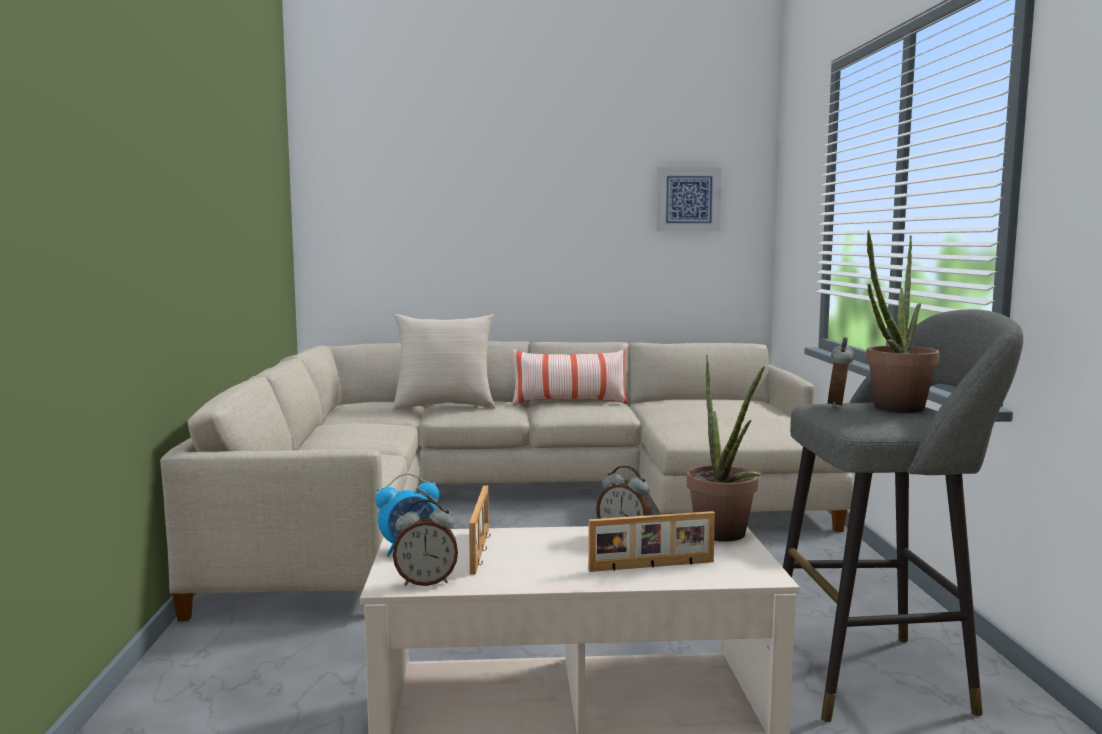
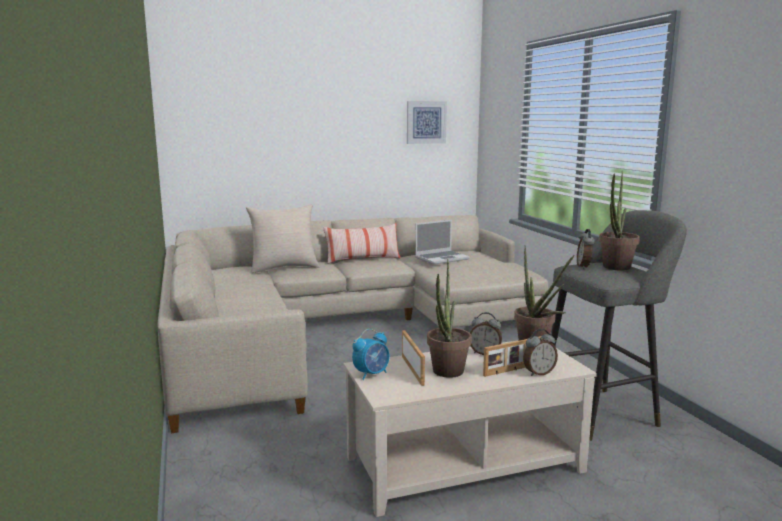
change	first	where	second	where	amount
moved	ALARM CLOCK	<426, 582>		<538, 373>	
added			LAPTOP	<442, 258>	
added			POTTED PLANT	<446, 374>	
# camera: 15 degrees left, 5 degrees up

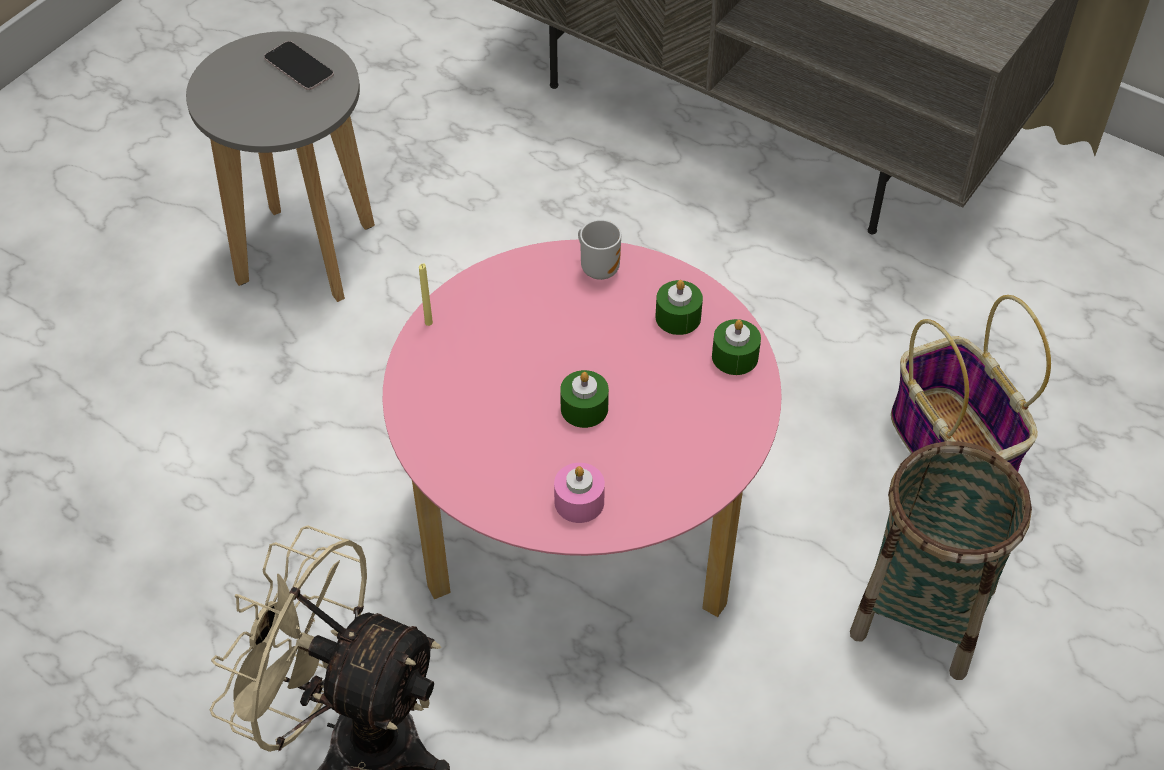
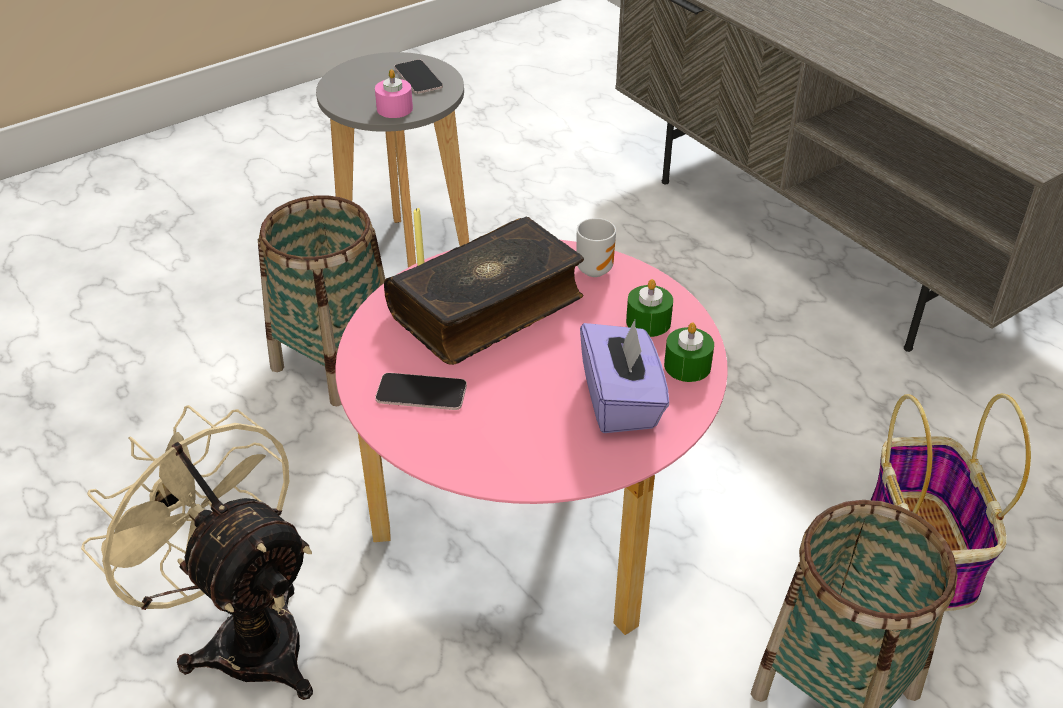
change	first	where	second	where	amount
removed	GREEN CANDLE	<584, 408>			
moved	PINK CANDLE	<579, 502>		<394, 108>	
added			BASKET	<335, 362>	
added			BOOK	<488, 306>	
added			PURPLE TISSUE BOX	<621, 401>	
added			PHONE	<421, 393>	
# camera: 20 degrees right, 10 degrees down

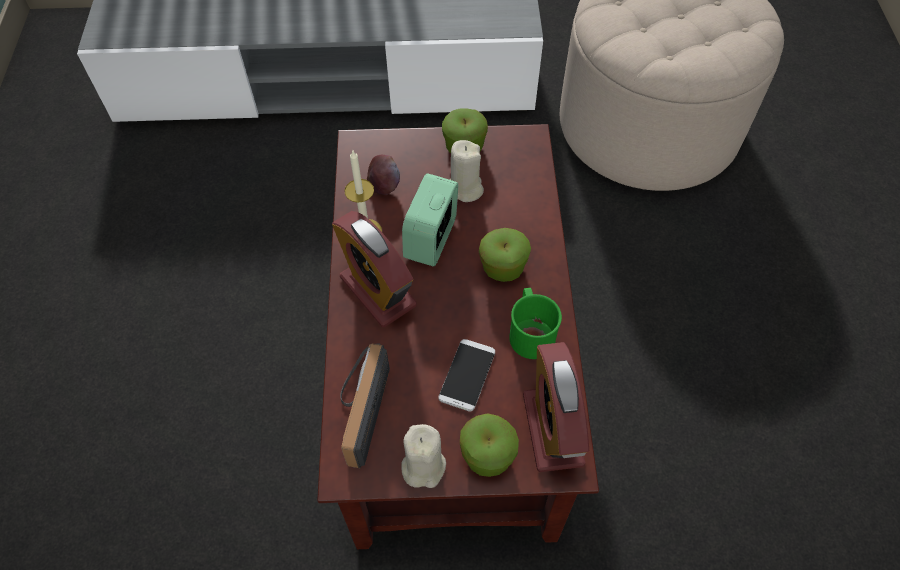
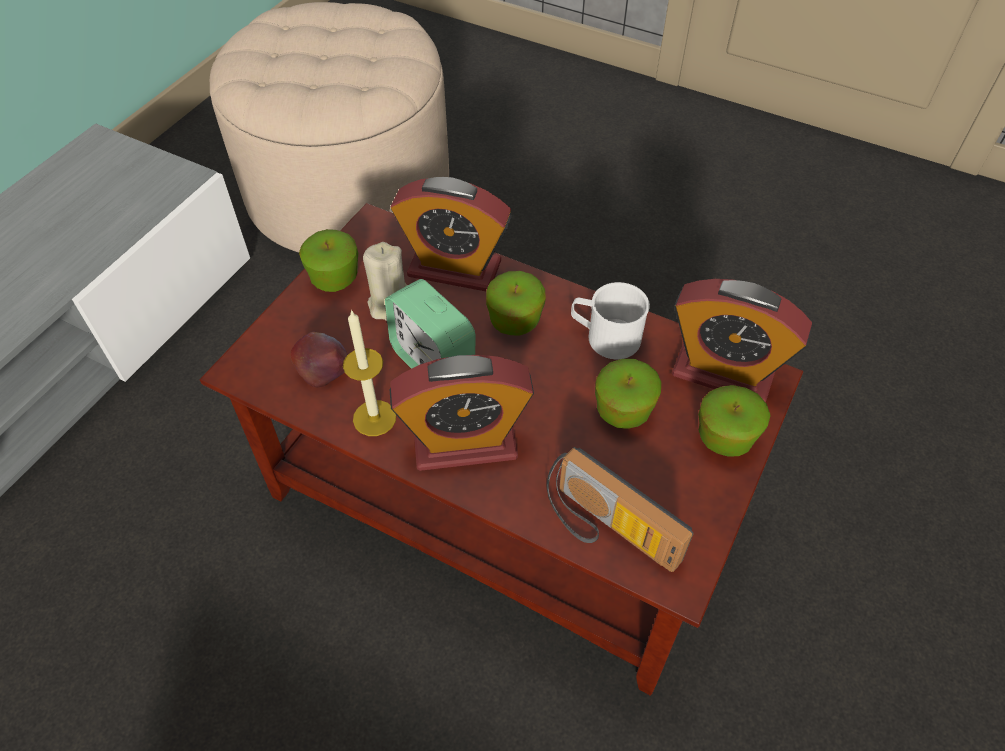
change	first	where	second	where	amount
recoloured	GREEN MUG	<530, 331>	WHITE MUG	<605, 336>	
replaced	PHONE	<467, 375>	APPLE	<623, 411>	
removed	BEIGE CANDLE	<423, 466>			
added			ALARM CLOCK	<454, 269>	
# camera: 60 degrees left, 5 degrees down

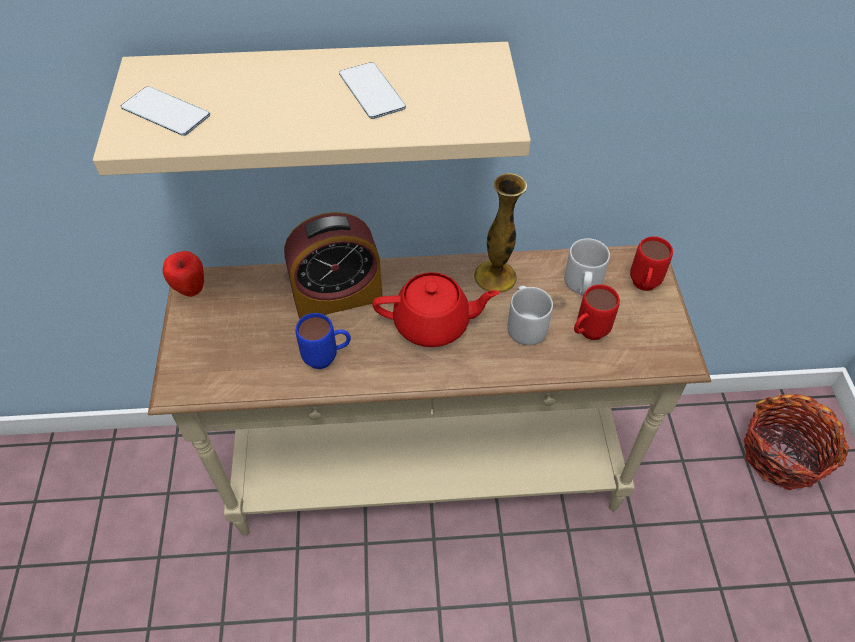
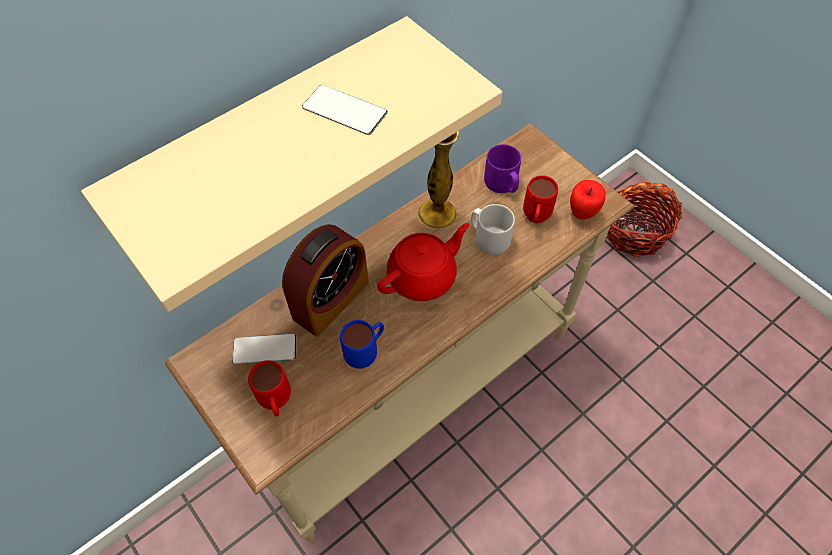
change	first	where	second	where	amount
moved	PHONE	<165, 112>		<265, 349>	
moved	RED MUG	<643, 287>		<276, 404>	
recoloured	GREY MUG	<582, 284>	PURPLE MUG	<502, 184>	
moved	APPLE	<191, 290>		<582, 214>	
# camera: 35 degrees left, 5 degrees up

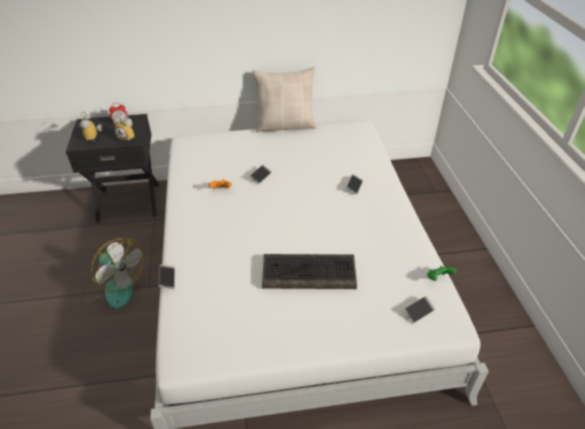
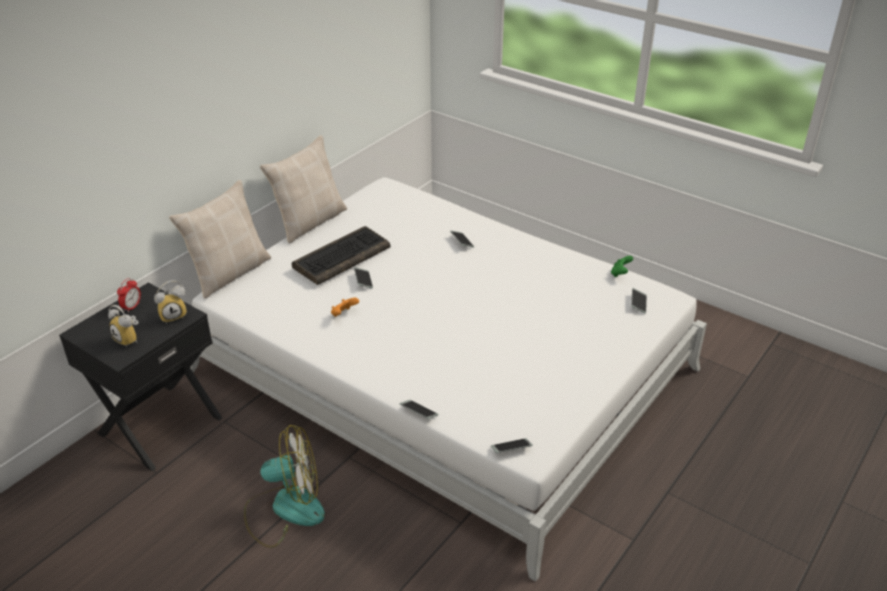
change	first	where	second	where	amount
moved	KEYBOARD	<309, 272>		<342, 256>	
added			BEIGE PILLOW	<229, 273>	
added			PHONE	<511, 449>	
# camera: 45 degrees left, 5 degrees down

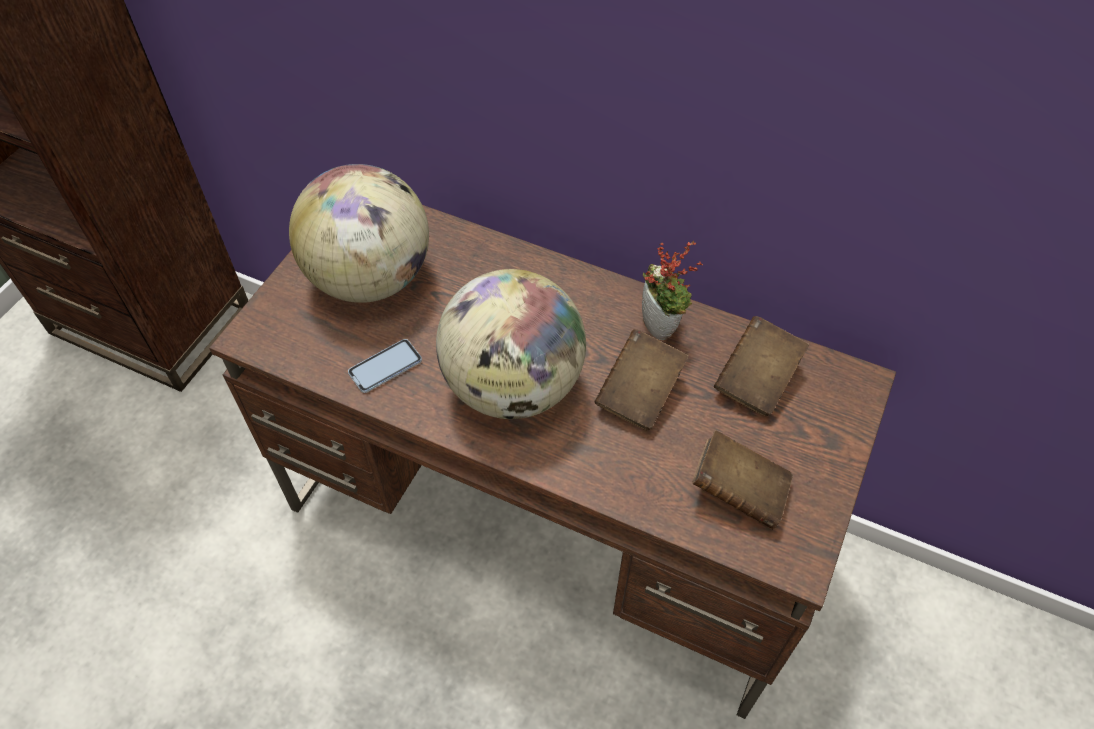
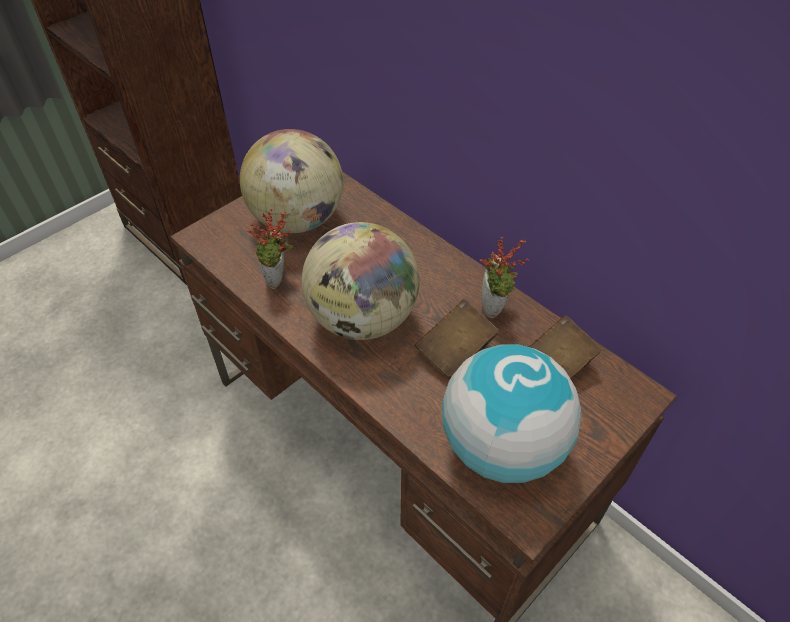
change	first	where	second	where	amount
replaced	PHONE	<385, 367>	POTTED PLANT	<278, 280>	
replaced	BROWN BOOK	<738, 491>	GLOBE	<501, 446>	
# camera: 20 degrees right, 5 degrees down

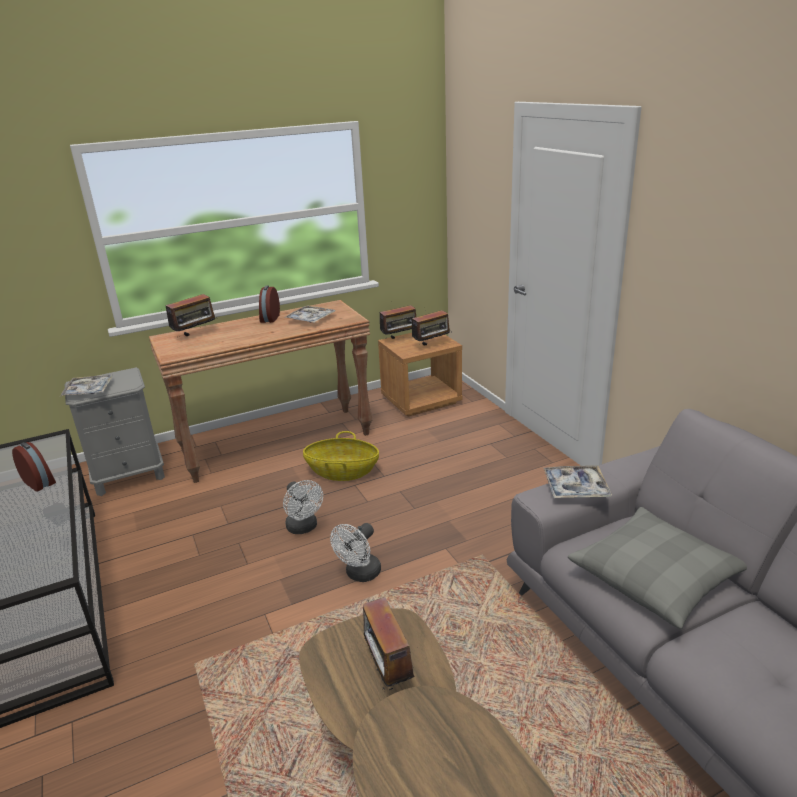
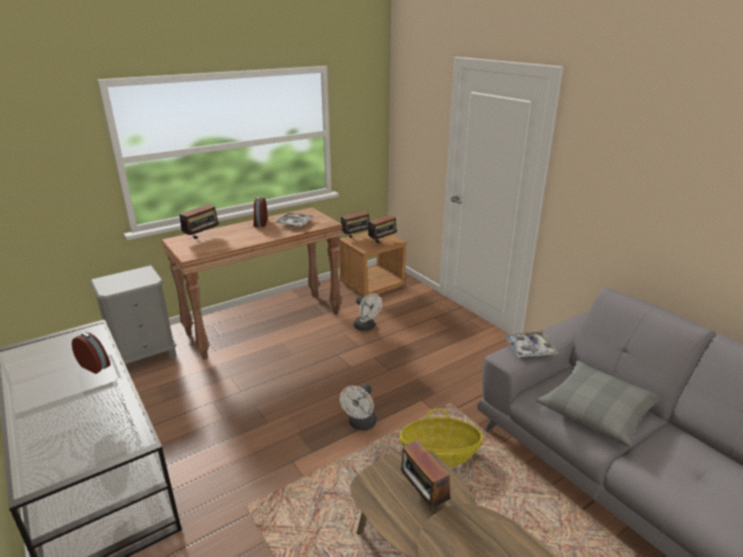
change	first	where	second	where	amount
removed	TRAY	<89, 390>			
moved	BASKET	<342, 472>		<439, 454>	
moved	WHITE FAN	<304, 528>		<366, 327>	
# camera: 10 degrees left, 0 degrees up

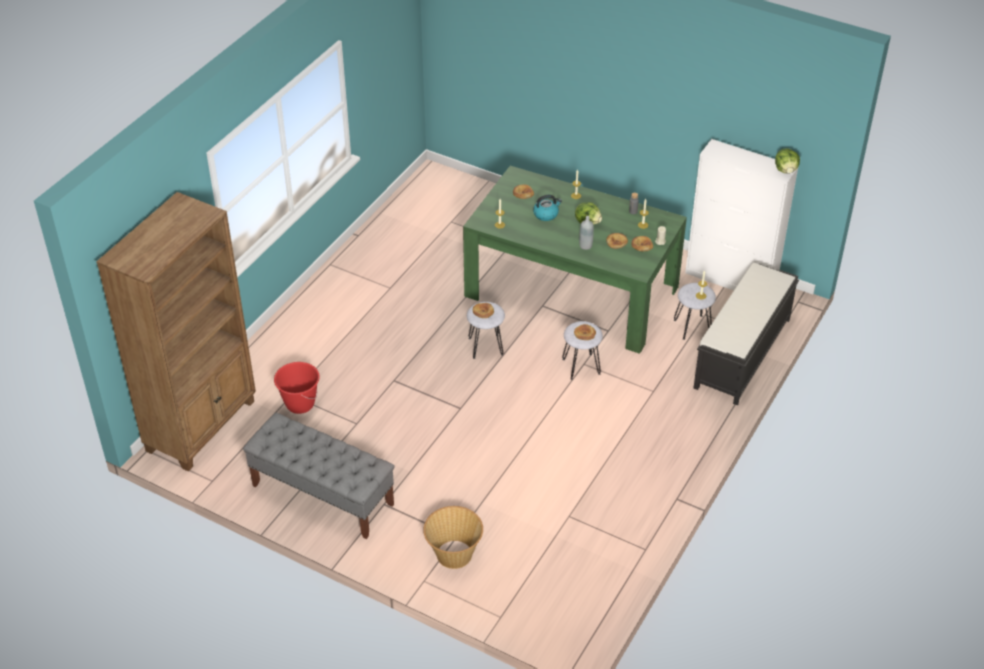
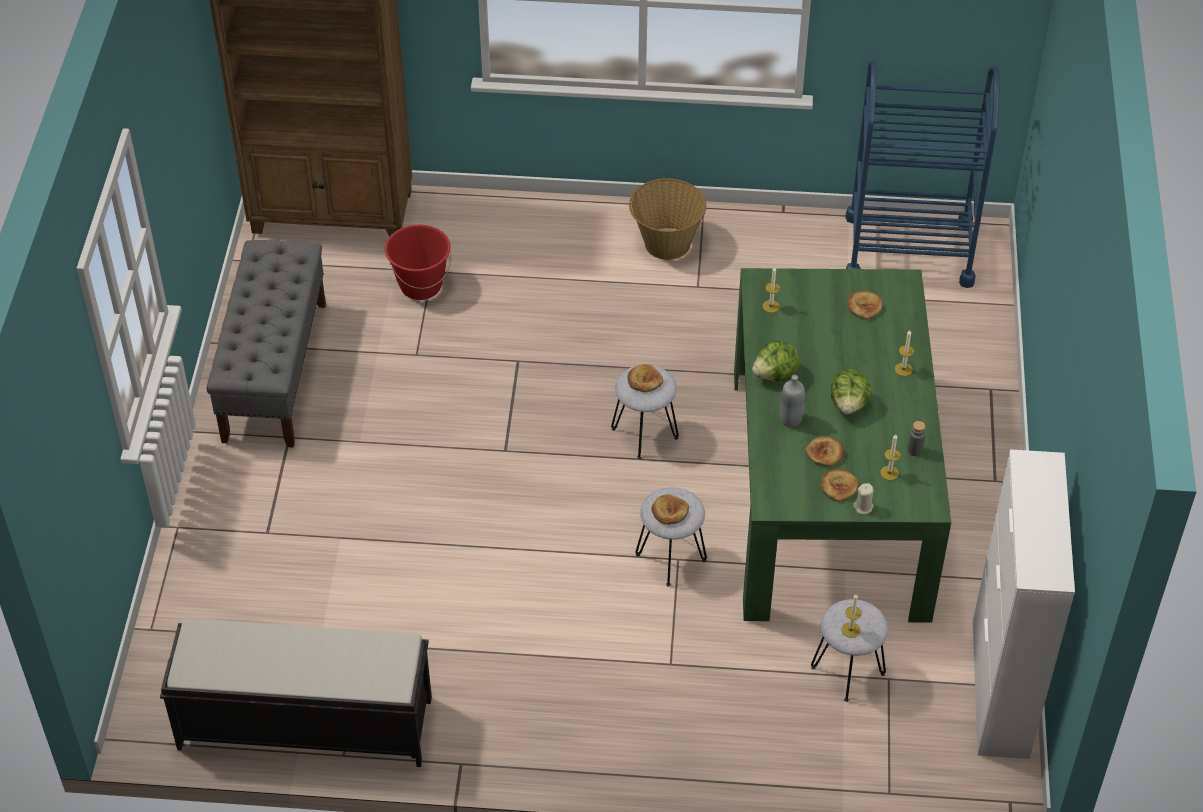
change	first	where	second	where	amount
moved	LETTUCE	<786, 170>		<776, 375>	
removed	KETTLE	<546, 214>			
moved	BLACK BENCH	<742, 354>		<303, 723>	
moved	BASKET	<454, 555>		<666, 243>	
added			BLUE CART	<908, 250>	
# camera: 65 degrees right, 5 degrees up

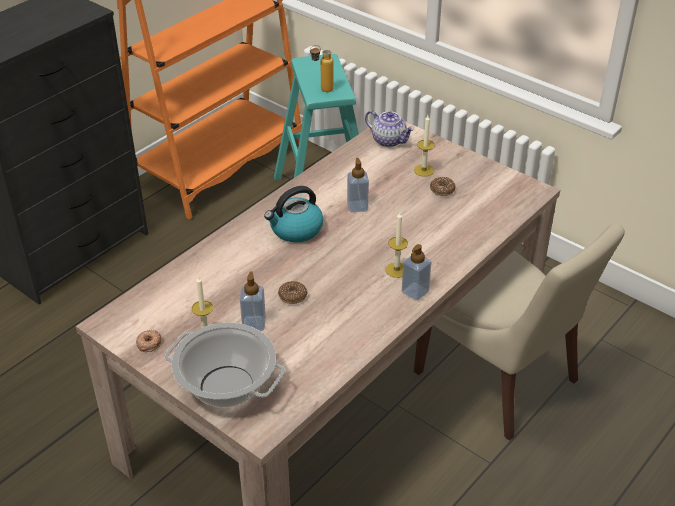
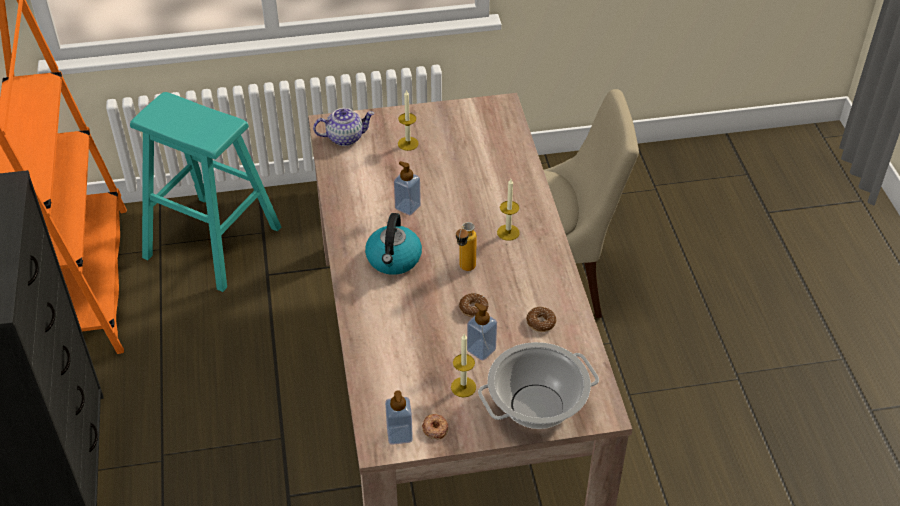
change	first	where	second	where	amount
moved	BOTTLE	<322, 90>		<464, 270>	
moved	DONUT	<442, 190>		<540, 323>	
moved	SOAP DISPENSER	<415, 292>		<399, 434>	
# camera: 50 degrees left, 5 degrees up

